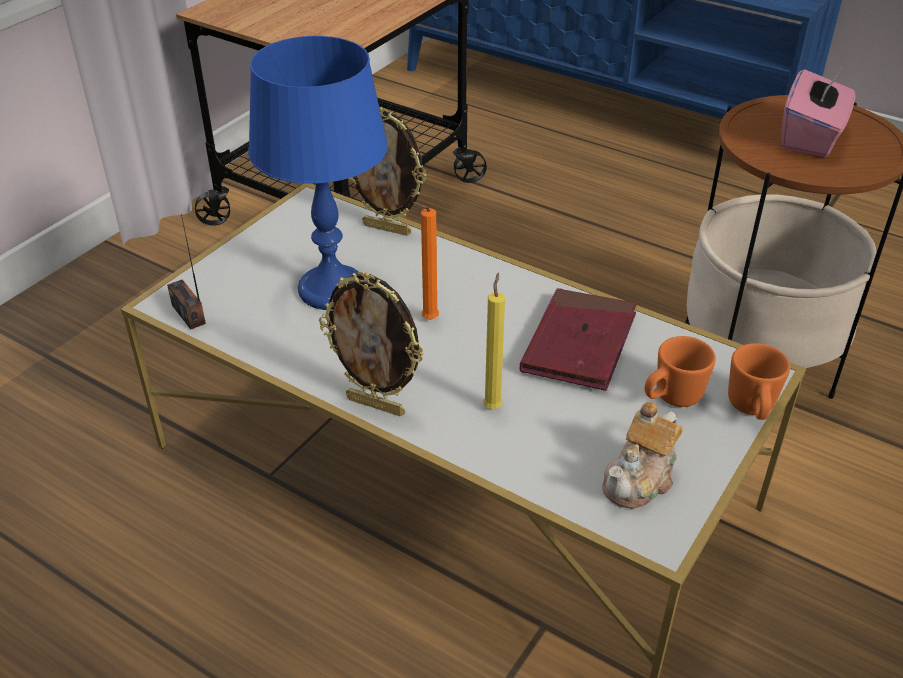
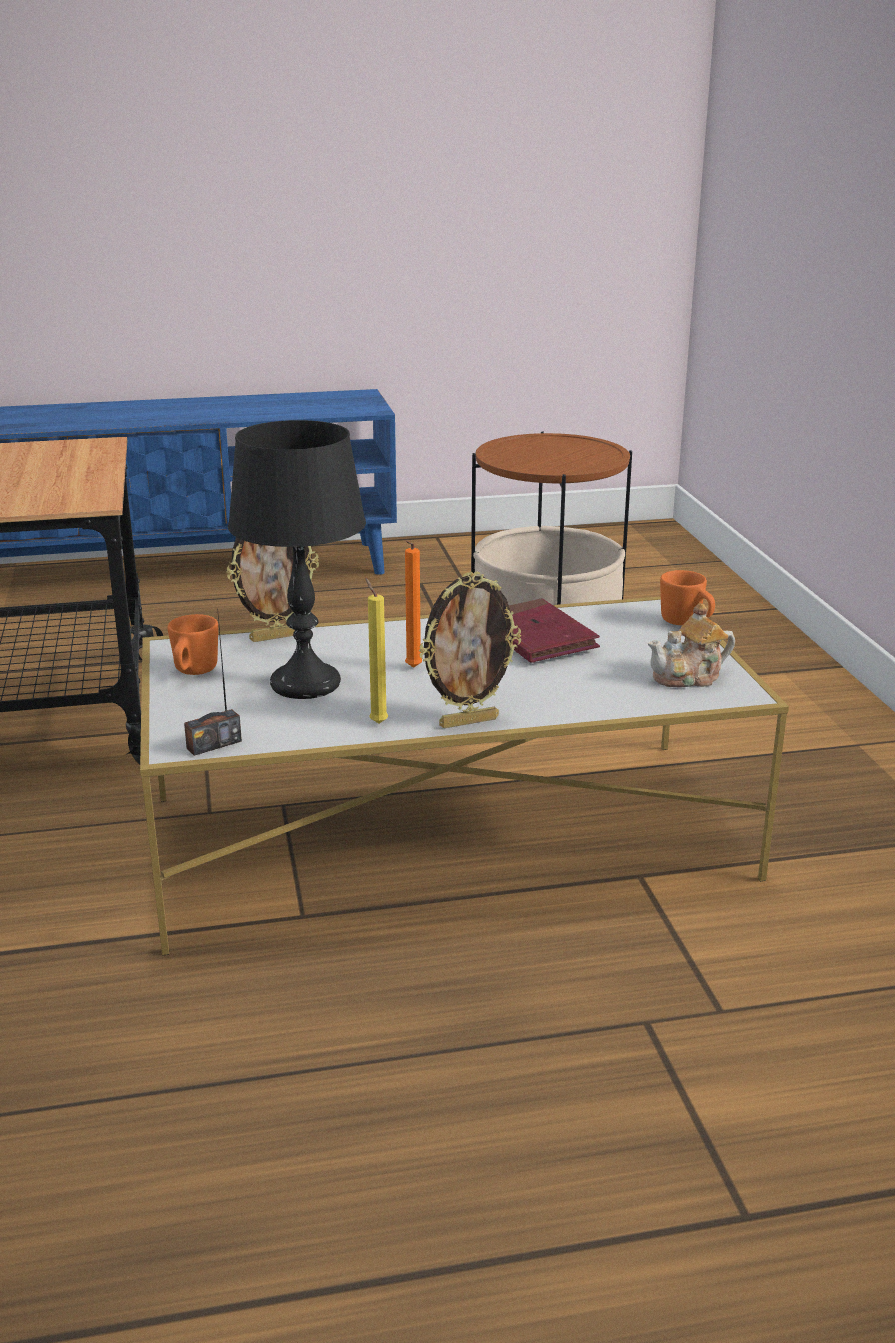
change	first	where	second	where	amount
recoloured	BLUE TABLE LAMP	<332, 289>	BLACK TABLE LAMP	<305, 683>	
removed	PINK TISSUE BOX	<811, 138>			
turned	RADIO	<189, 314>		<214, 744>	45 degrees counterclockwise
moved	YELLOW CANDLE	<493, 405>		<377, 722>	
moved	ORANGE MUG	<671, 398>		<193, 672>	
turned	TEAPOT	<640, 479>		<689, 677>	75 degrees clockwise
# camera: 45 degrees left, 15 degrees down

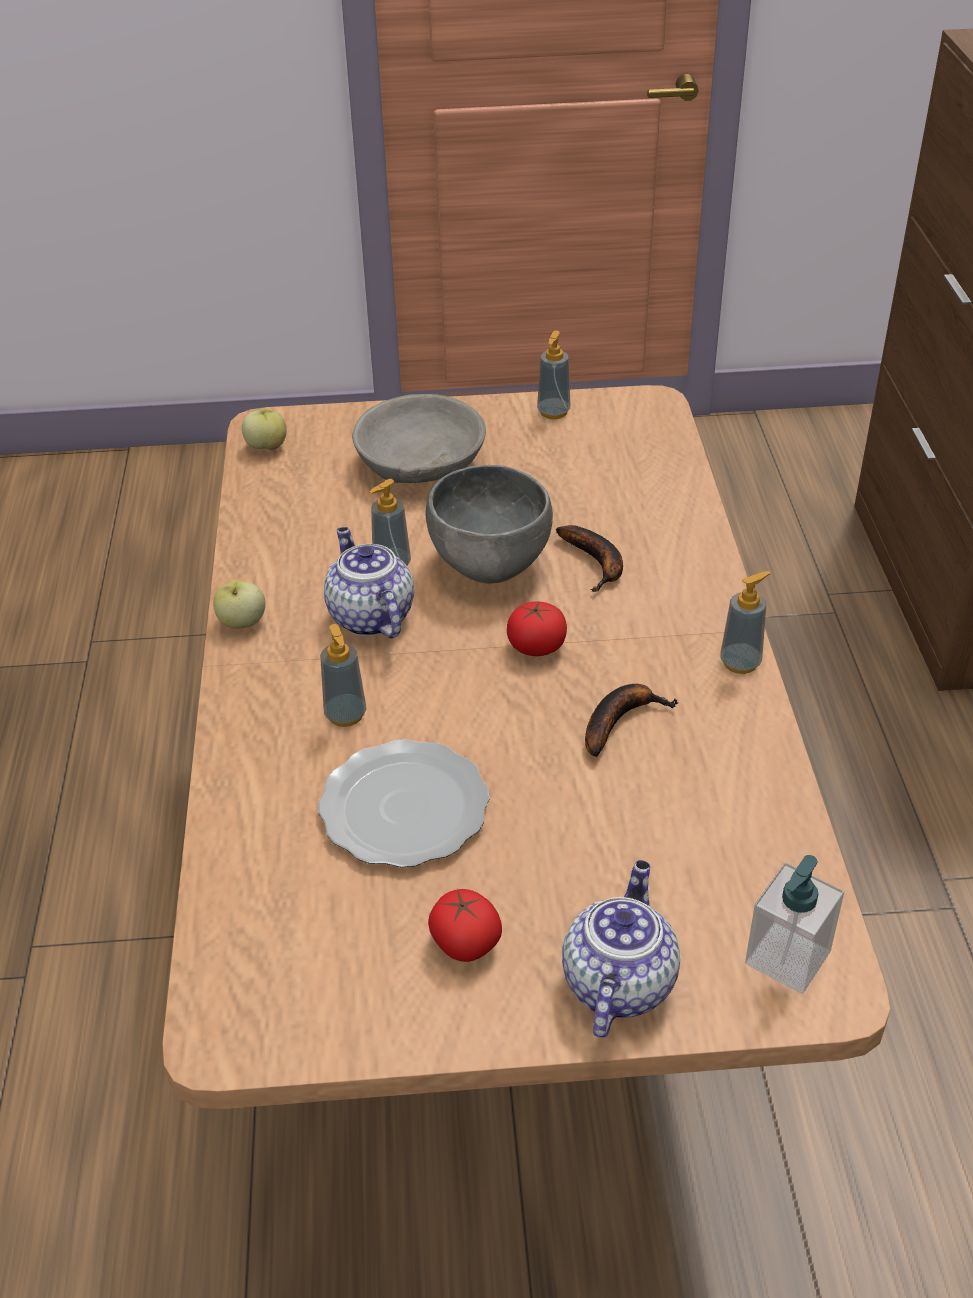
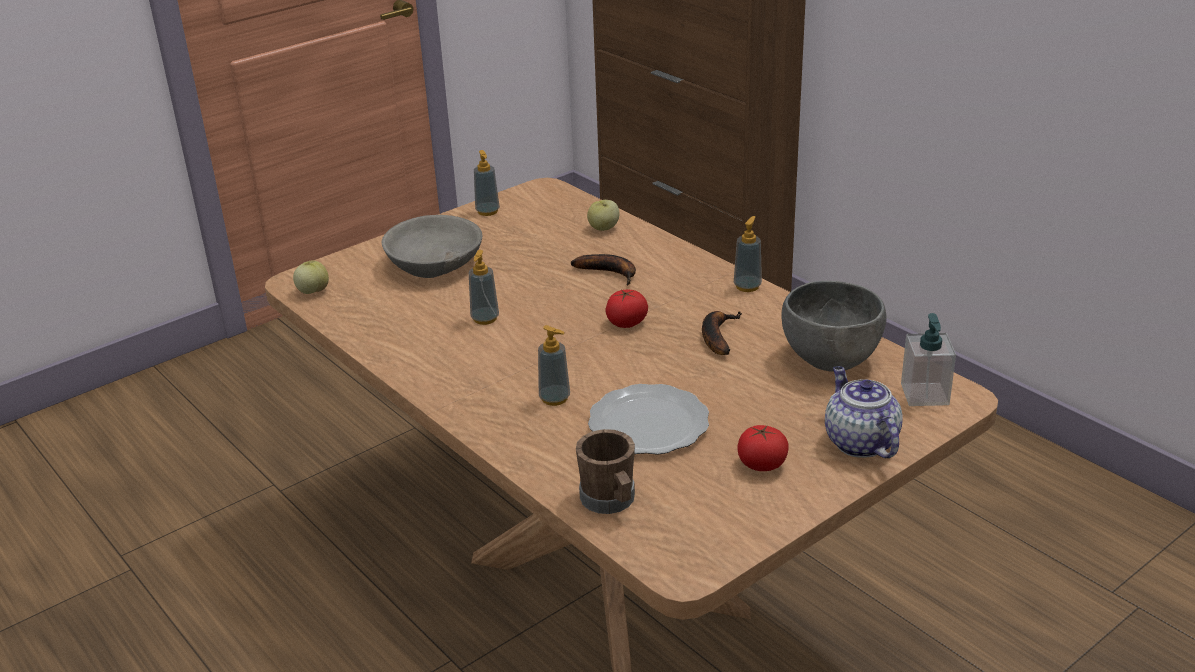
change	first	where	second	where	amount
moved	GREY BOWL	<490, 566>		<832, 360>	
removed	TEAPOT	<369, 616>			
moved	APPLE	<242, 622>		<603, 228>	
added			BROWN MUG	<610, 501>	
# camera: 35 degrees left, 10 degrees down

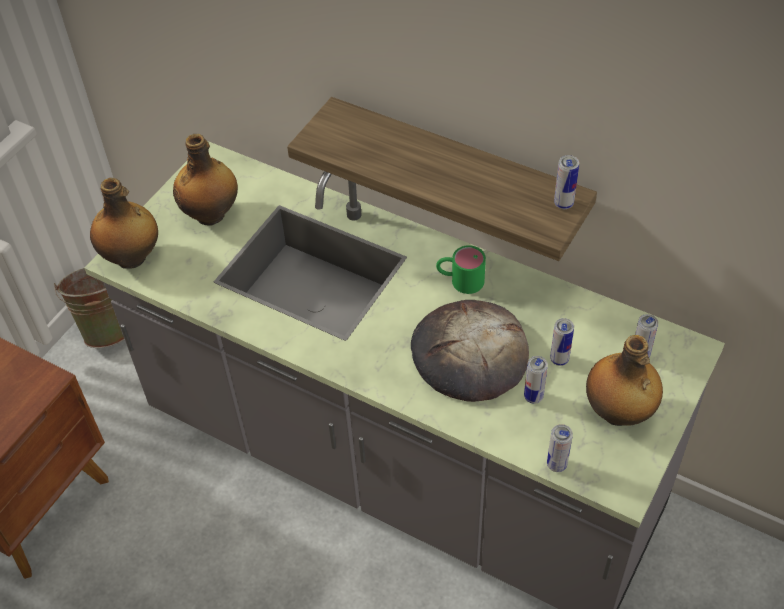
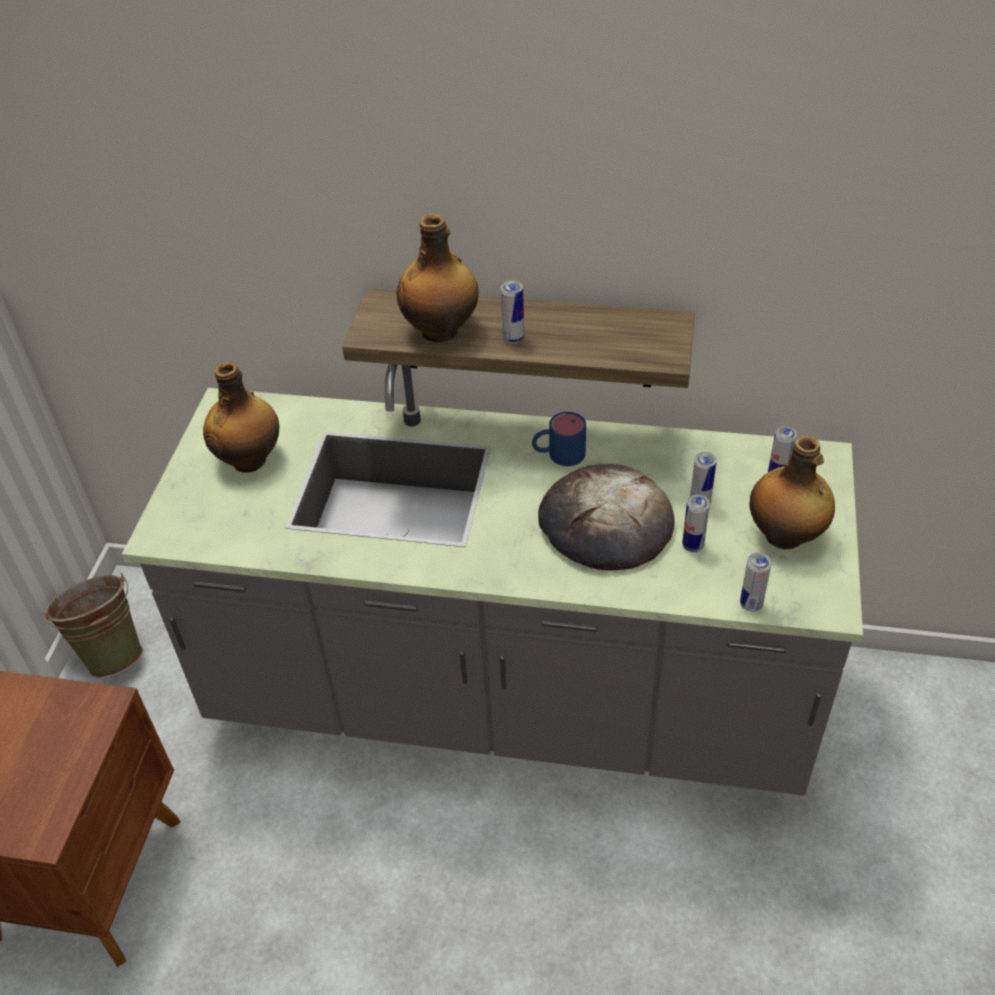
change	first	where	second	where	amount
moved	CAN	<563, 204>		<513, 338>	
moved	BOTTLE	<132, 258>		<441, 330>	
recoloured	GREEN MUG	<460, 280>	BLUE MUG	<558, 454>	
# camera: 20 degrees left, 5 degrees down

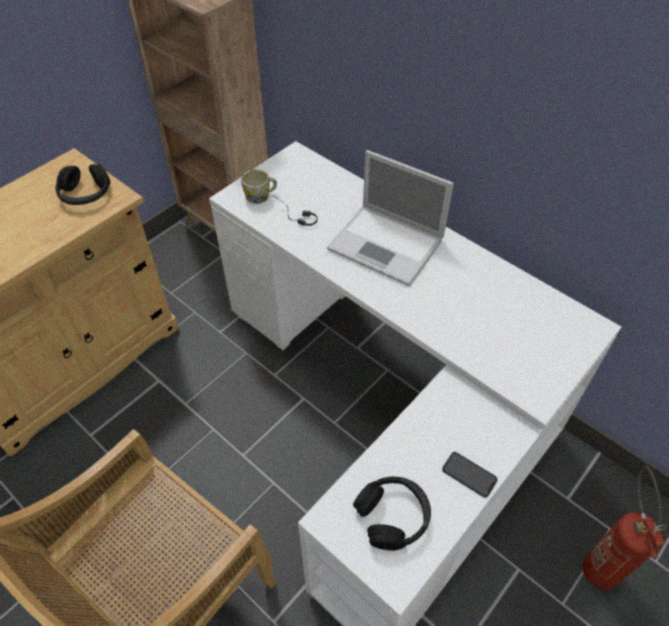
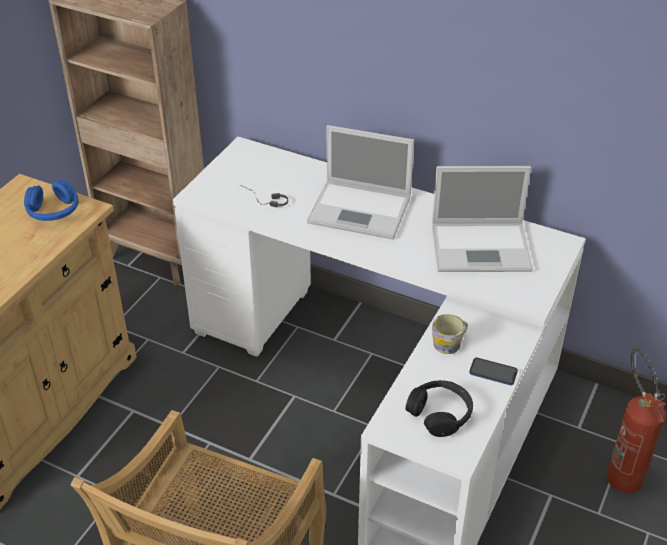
change	first	where	second	where	amount
recoloured	BLACK HEADPHONES	<85, 194>	BLUE HEADPHONES	<53, 211>	
moved	MUG	<261, 195>		<450, 343>	
added			LAPTOP	<482, 247>	
# camera: 15 degrees left, 10 degrees down

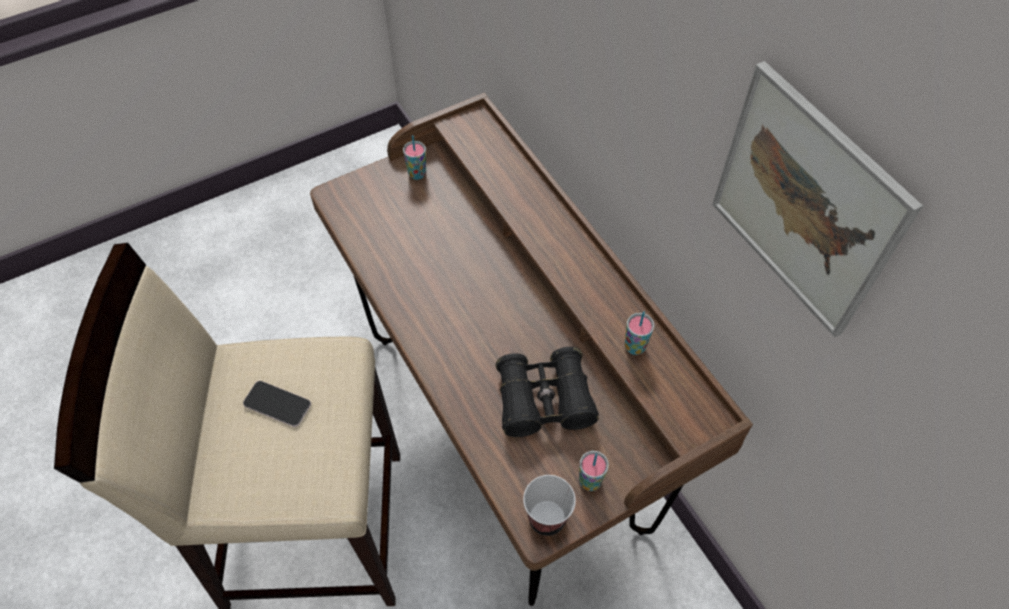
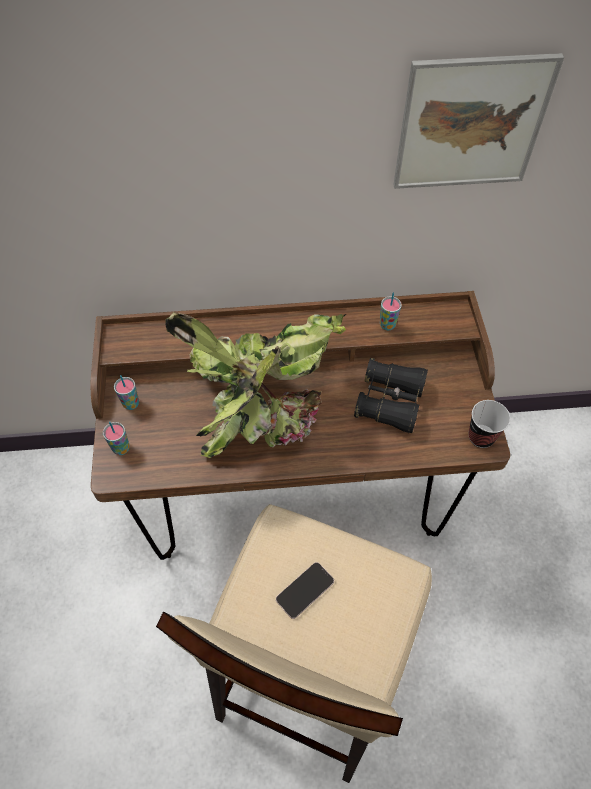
change	first	where	second	where	amount
moved	CUP	<590, 481>		<121, 448>	
added			POTTED PLANT	<263, 410>	
# camera: 65 degrees left, 0 degrees up

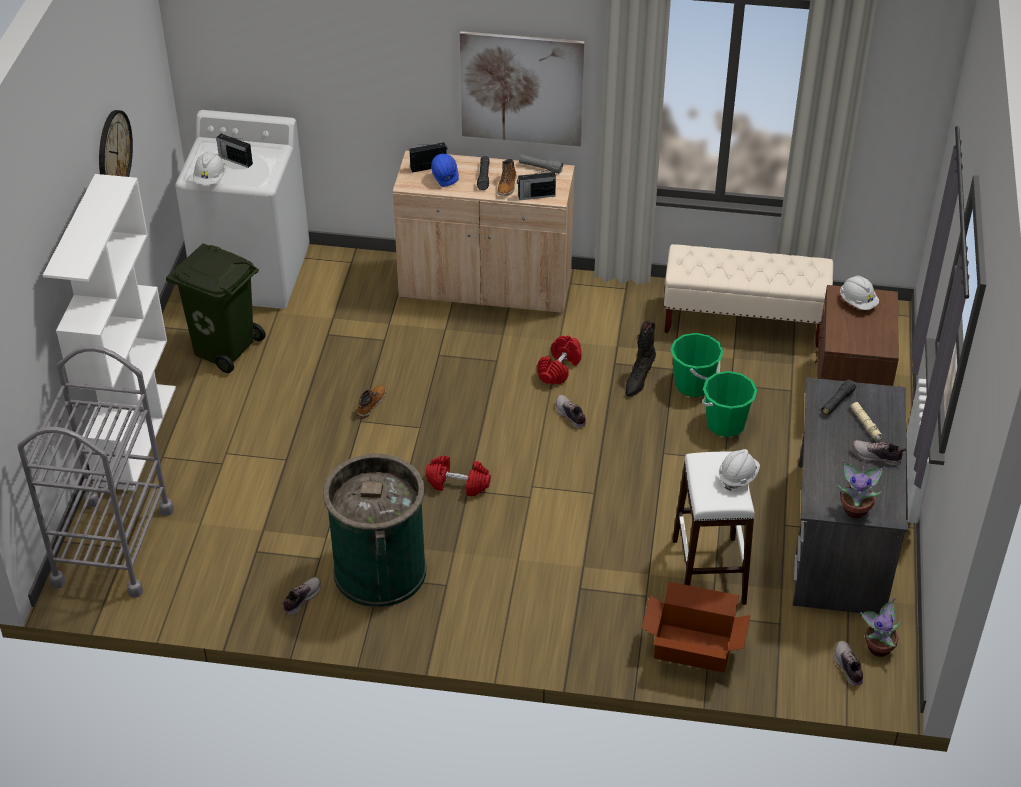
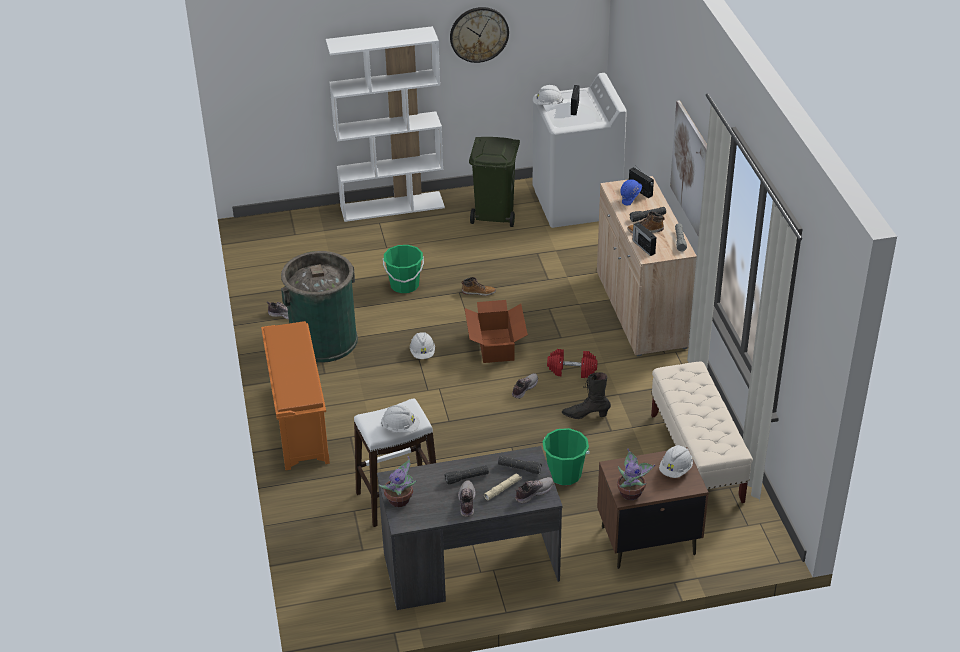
change	first	where	second	where	amount
moved	GREEN BUCKET	<693, 385>		<404, 285>	
removed	GREY CART	<113, 546>			
replaced	RED DUMBBELL	<458, 484>	WHITE HARD HAT	<422, 353>	
moved	CARDBOARD BOX	<692, 647>		<496, 345>	
moved	POTTED PLANT	<878, 646>		<631, 493>	
moved	SHOE	<848, 667>		<533, 493>	
added			ORANGE SHOE RACK	<298, 423>	
added			BLACK FLASHLIGHT	<467, 478>	
# camera: 70 degrees right, 5 degrees down

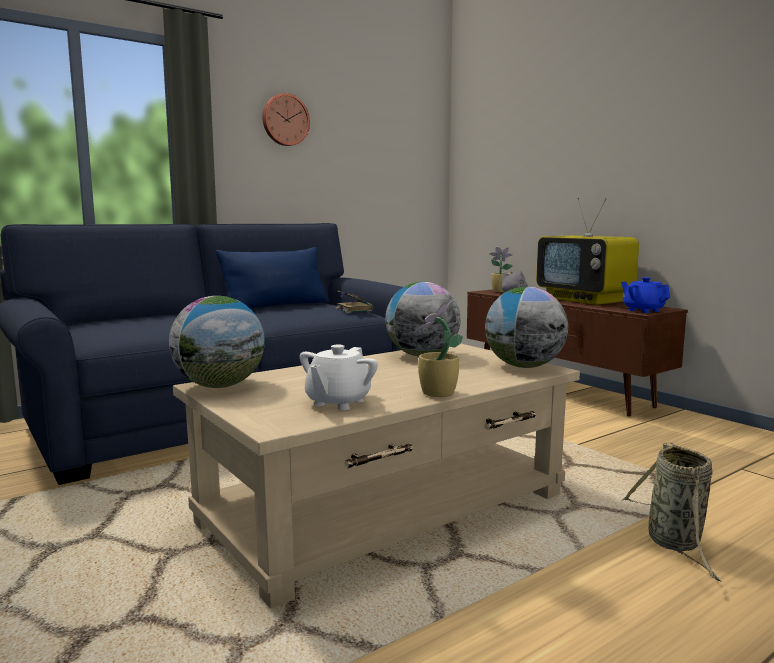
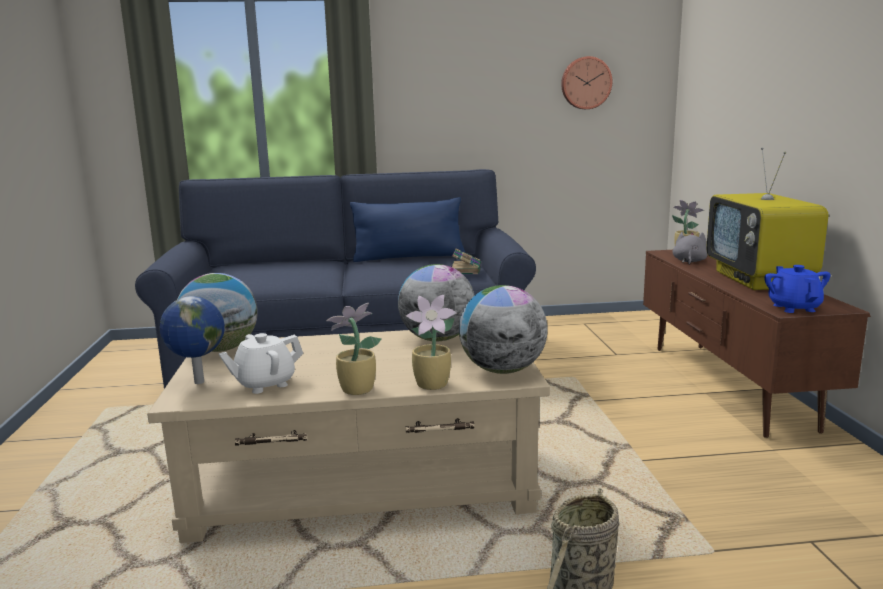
change	first	where	second	where	amount
moved	WALL CLOCK	<285, 120>		<585, 83>	
added			POTTED PLANT	<433, 385>	
added			GLOBE	<198, 382>	
# camera: 30 degrees right, 5 degrees up

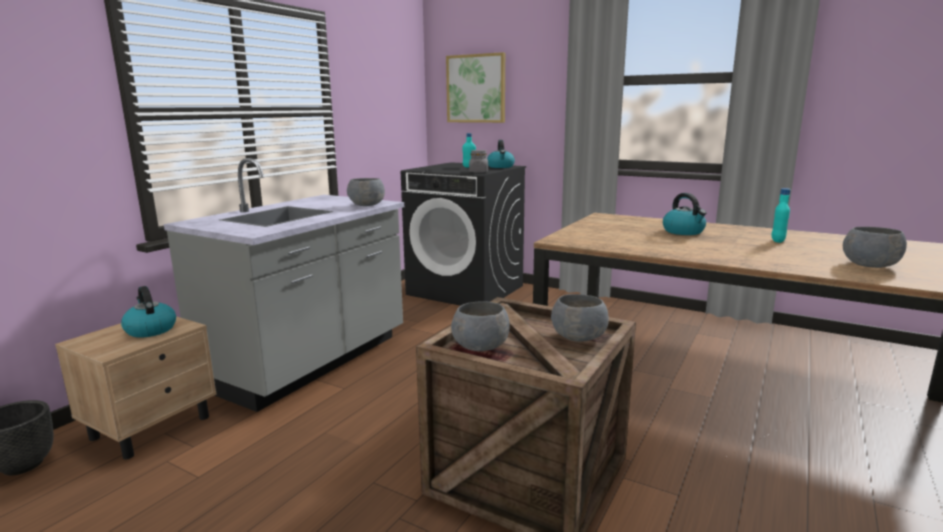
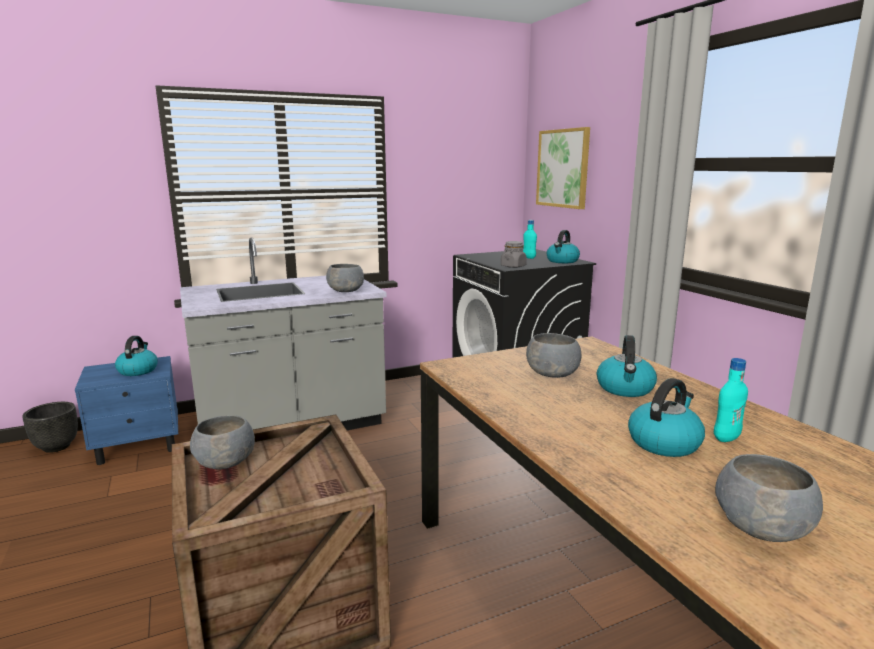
change	first	where	second	where	amount
moved	GREY BOWL	<579, 337>		<553, 374>	
recoloured	BEIGE NIGHTSTAND	<153, 427>	BLUE NIGHTSTAND	<139, 446>	
added			KETTLE	<664, 442>	
# camera: 35 degrees right, 0 degrees up

